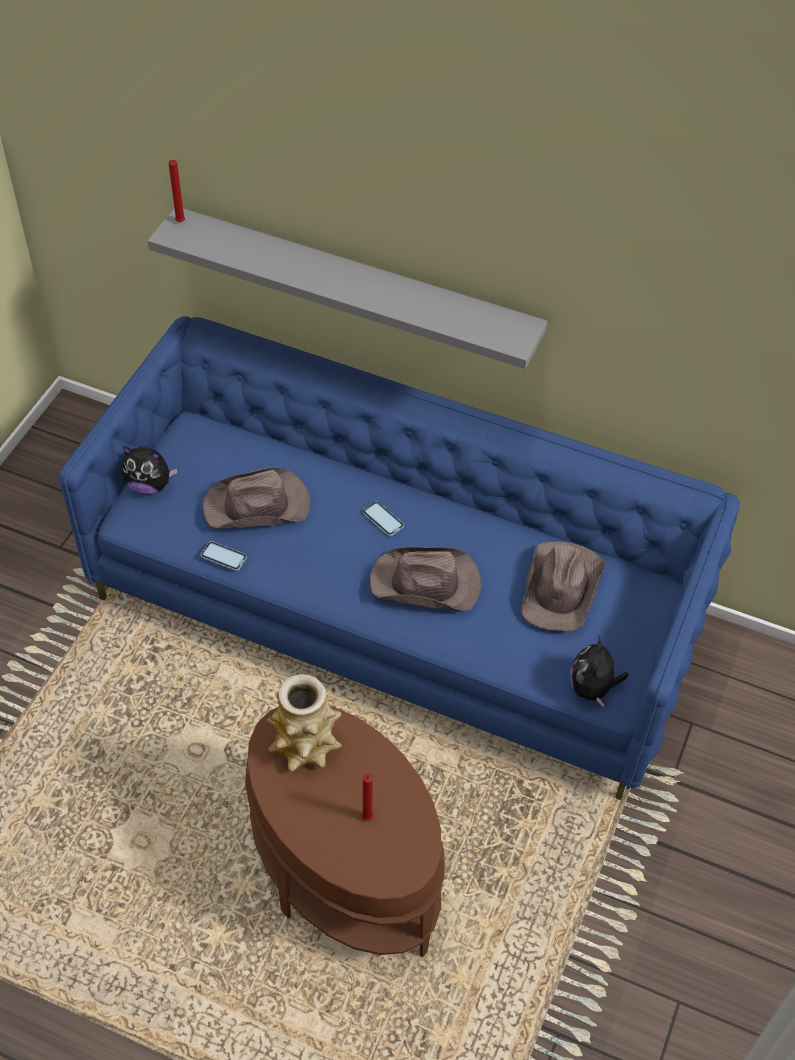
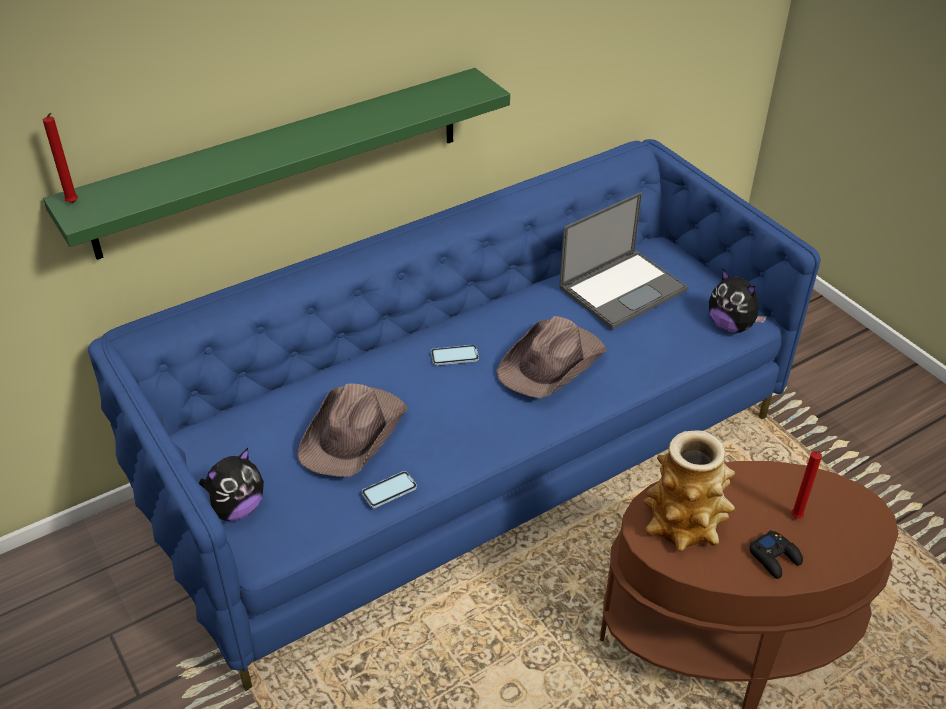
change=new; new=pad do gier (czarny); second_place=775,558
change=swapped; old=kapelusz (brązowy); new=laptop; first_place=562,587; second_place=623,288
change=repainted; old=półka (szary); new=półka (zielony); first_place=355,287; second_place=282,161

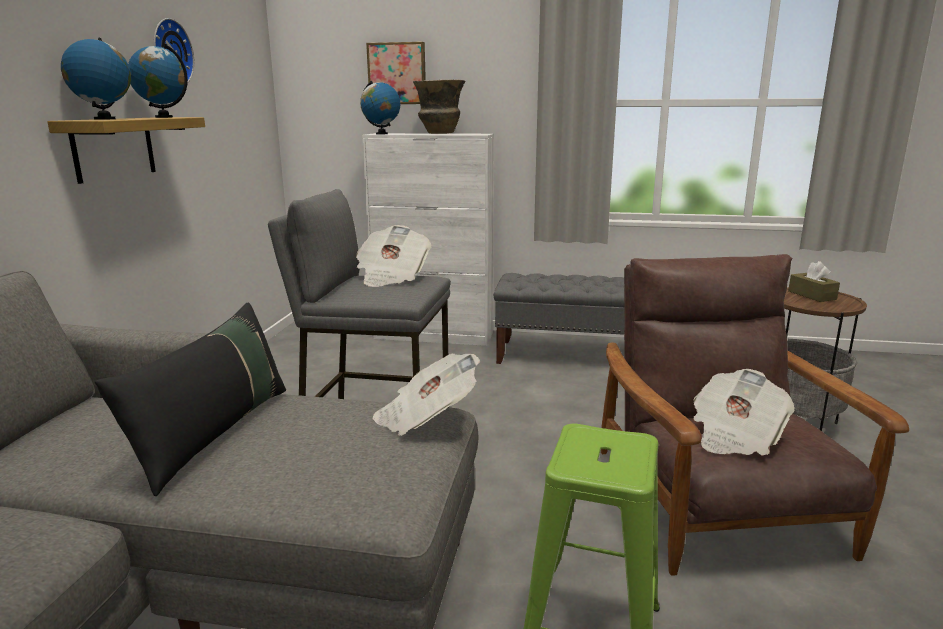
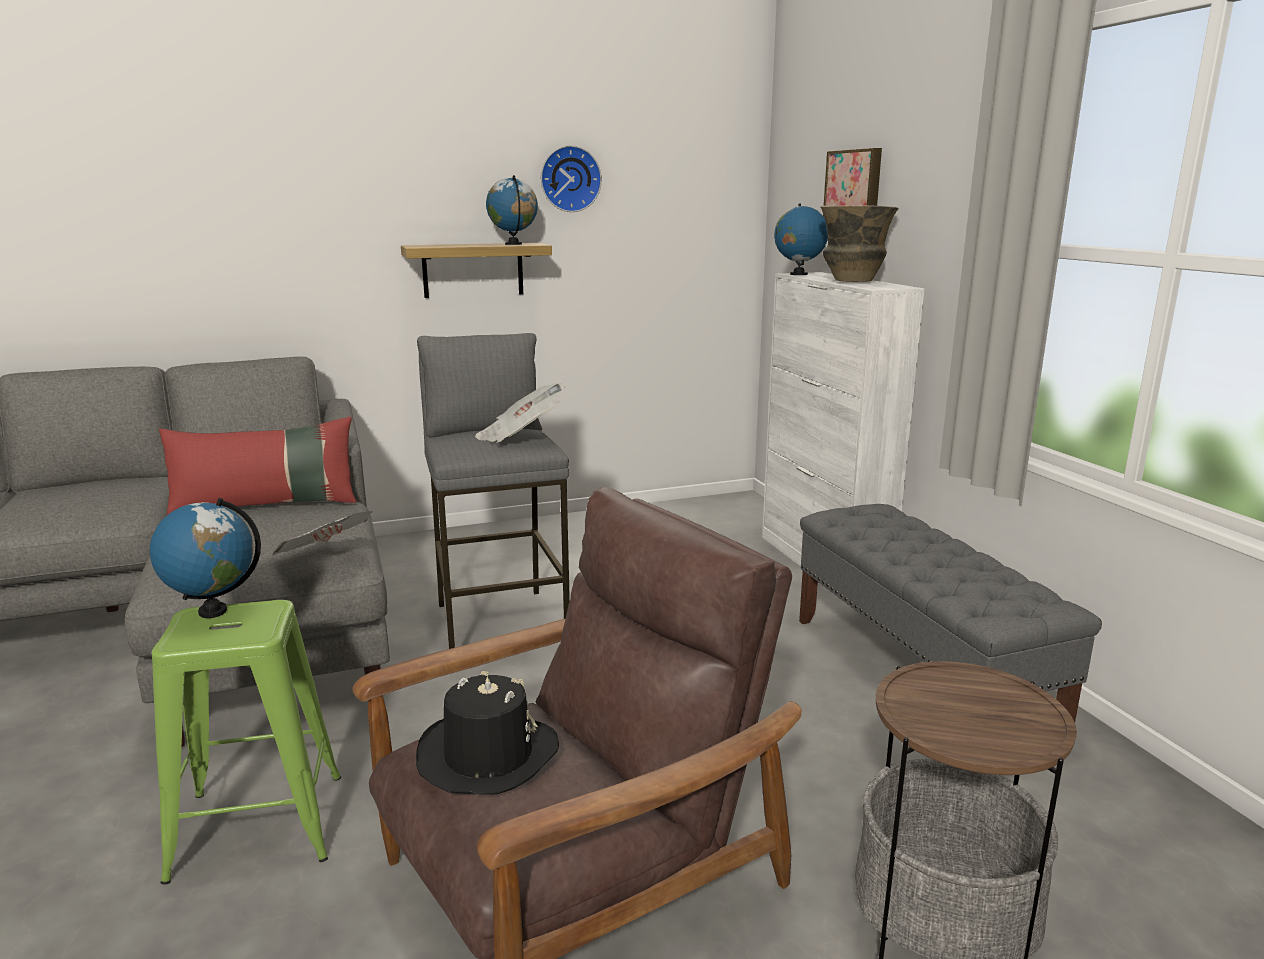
change=gone; old=pudełko chusteczek (brązowy); first_place=812,295
change=shifted; old=globus; first_place=104,119; second_place=213,611
change=swapped; old=gazeta; new=kapelusz (czarny); first_place=735,436; second_place=487,755
change=repainted; old=poduszka (czarny); new=poduszka (czerwony); first_place=215,433; second_place=267,506

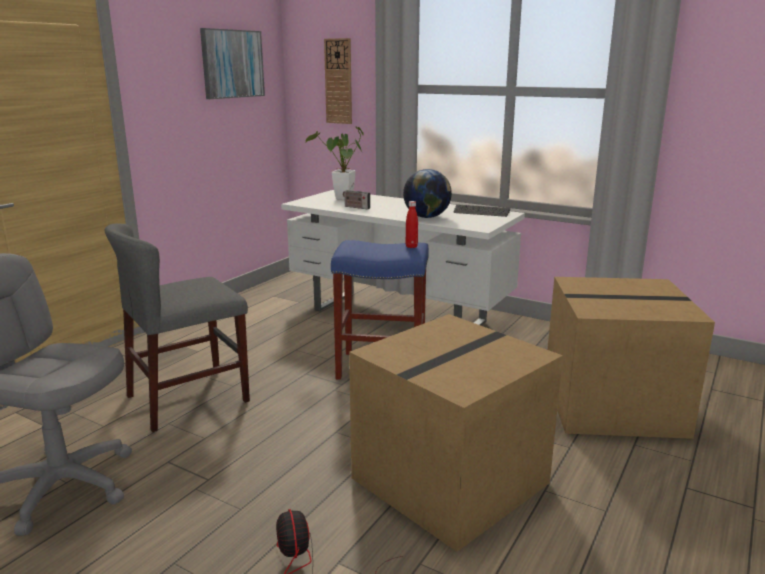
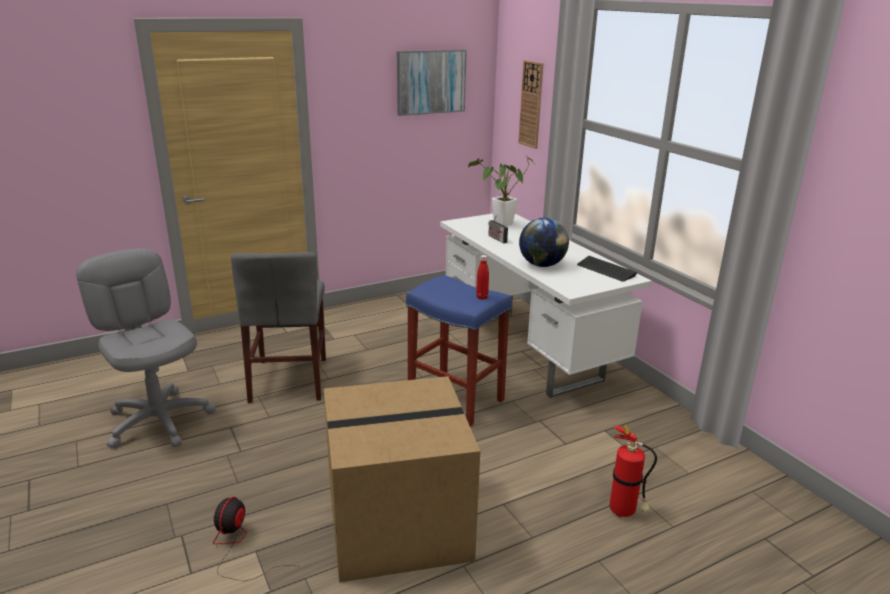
change=swapped; old=karton; new=gaśnica; first_place=611,405; second_place=625,513
change=rotated; old=krzesło (szary); first_place=188,398; second_place=289,379; degrees=-90

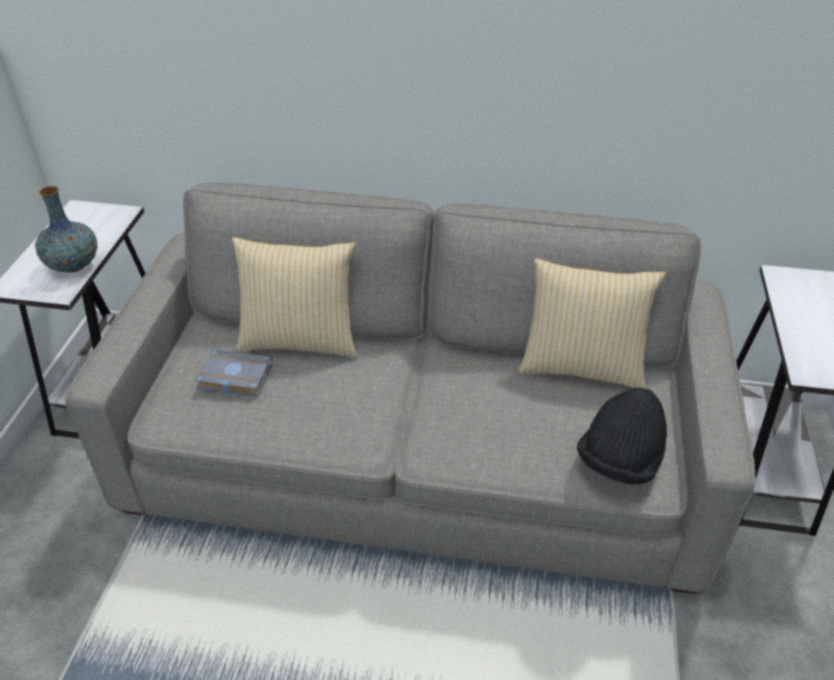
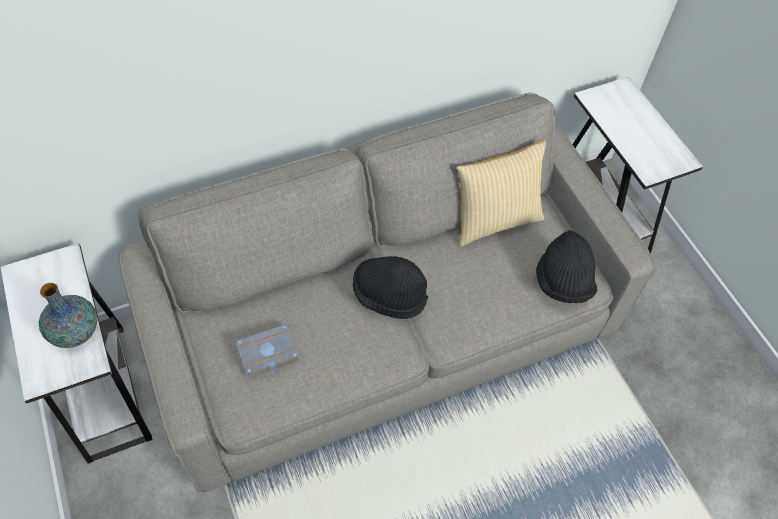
change=gone; old=poduszka; first_place=300,340
change=new; new=kapelusz (czarny); second_place=389,295

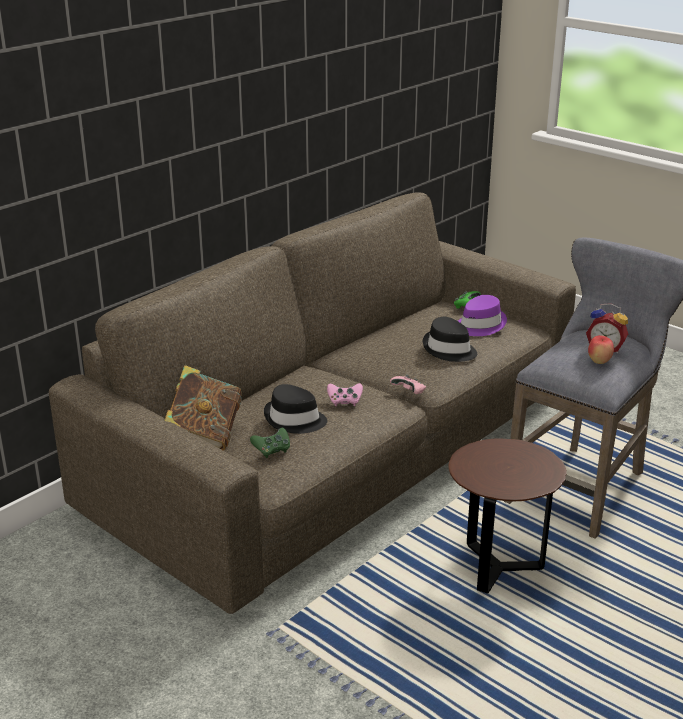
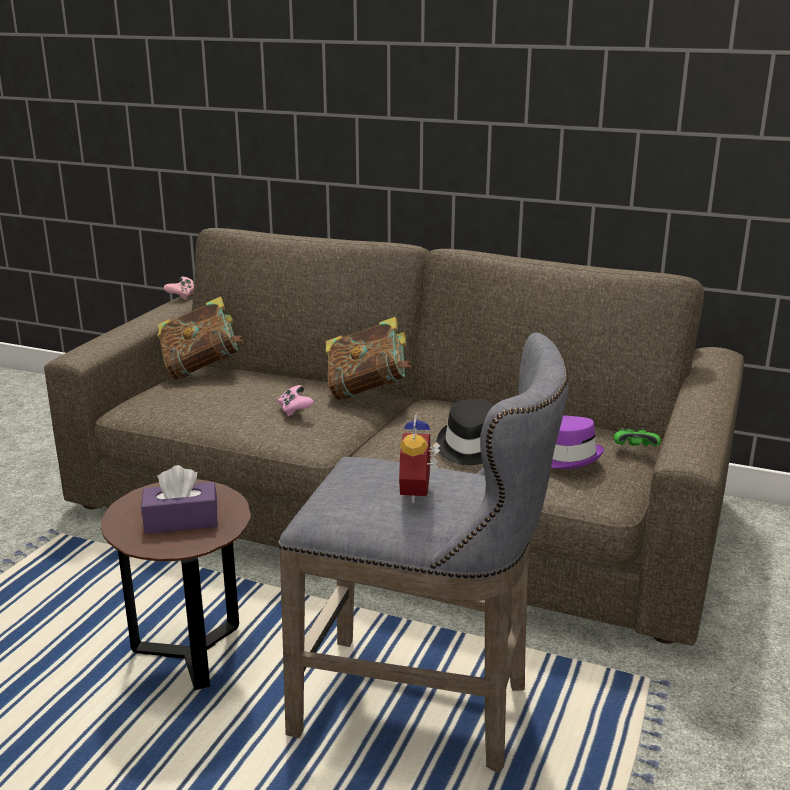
change=gone; old=pad do gier (zielony); first_place=272,450
change=gone; old=kapelusz (czarny); first_place=294,420
change=gone; old=jabłko; first_place=599,362
change=new; new=pudełko chusteczek (fioletowy); second_place=181,521
change=new; new=książka; second_place=367,391
change=shifted; old=pad do gier (różowy); first_place=409,392; second_place=183,296

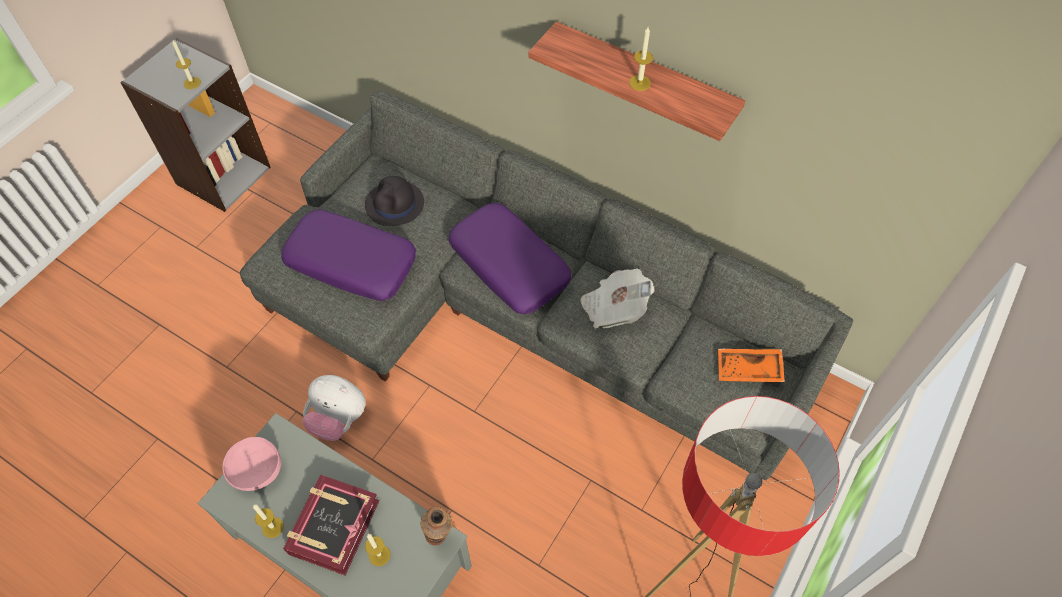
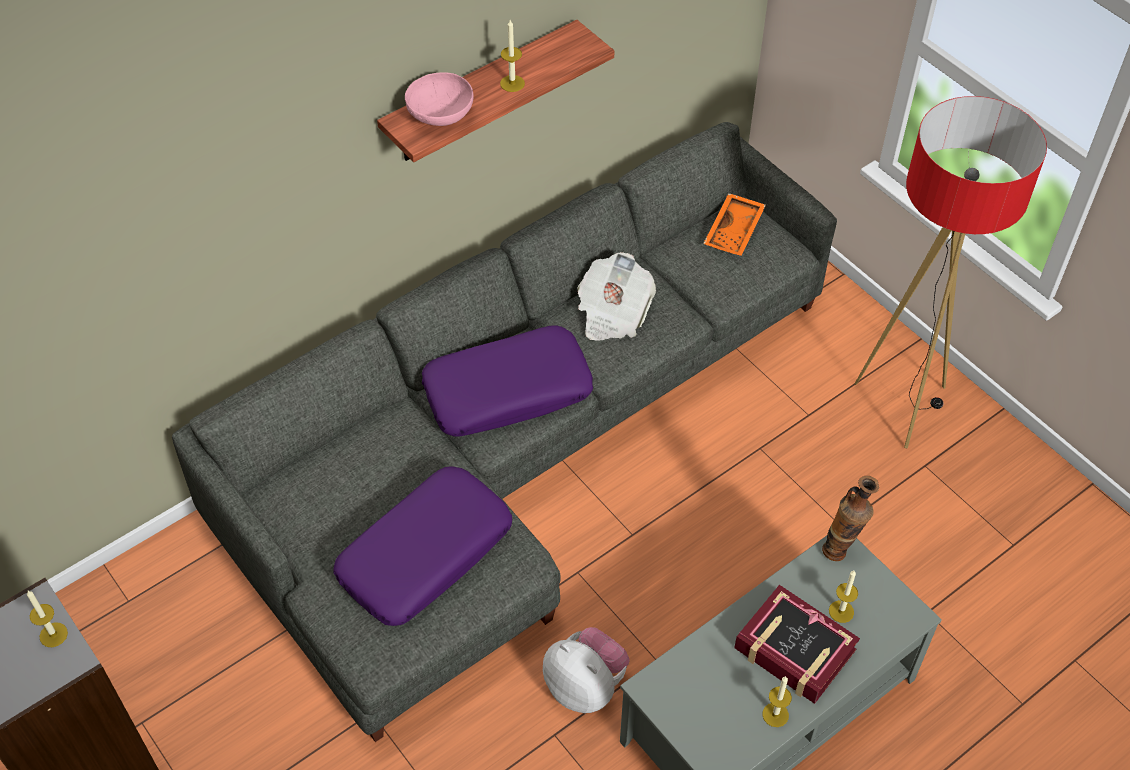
change=gone; old=kapelusz (czarny); first_place=395,204
change=shifted; old=miska (różowy); first_place=256,471; second_place=441,116
change=rotated; old=pluszak; first_place=338,419; second_place=585,686; degrees=-90

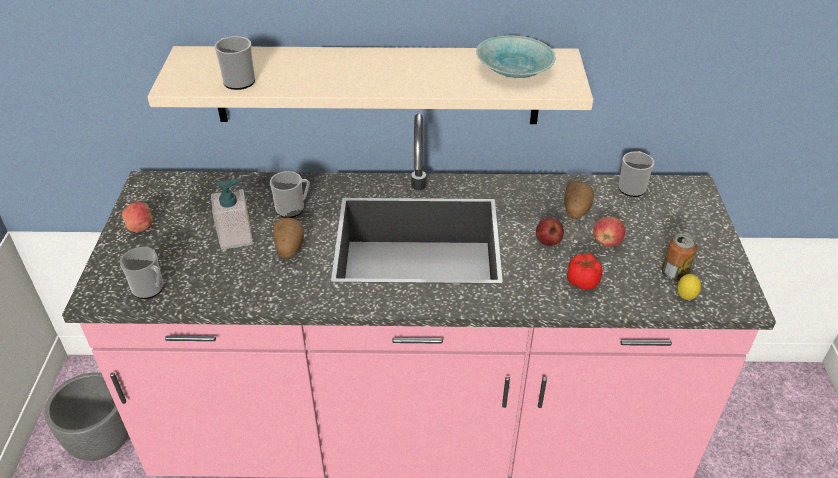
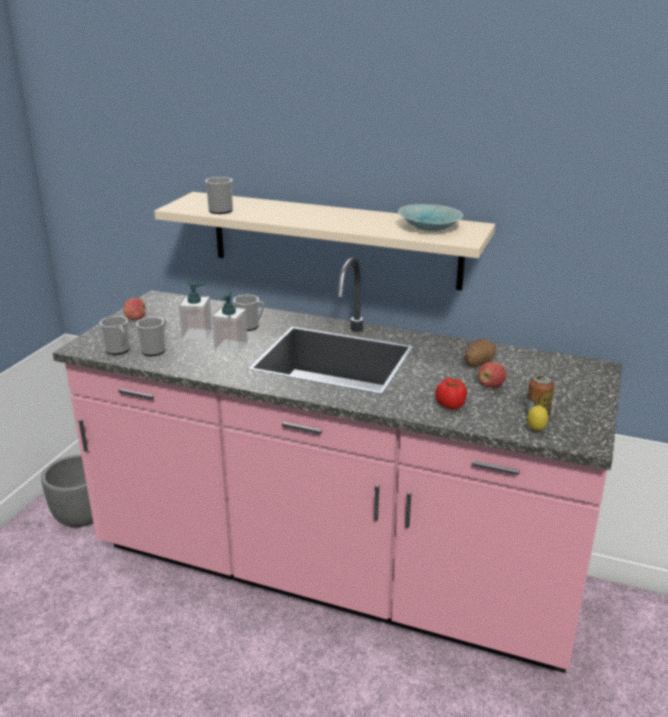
change=gone; old=jabłko; first_place=548,242
change=shifted; old=kubek; first_place=632,186; second_place=155,349
change=swapped; old=ziemniak; new=dozownik mydła; first_place=289,248; second_place=231,346

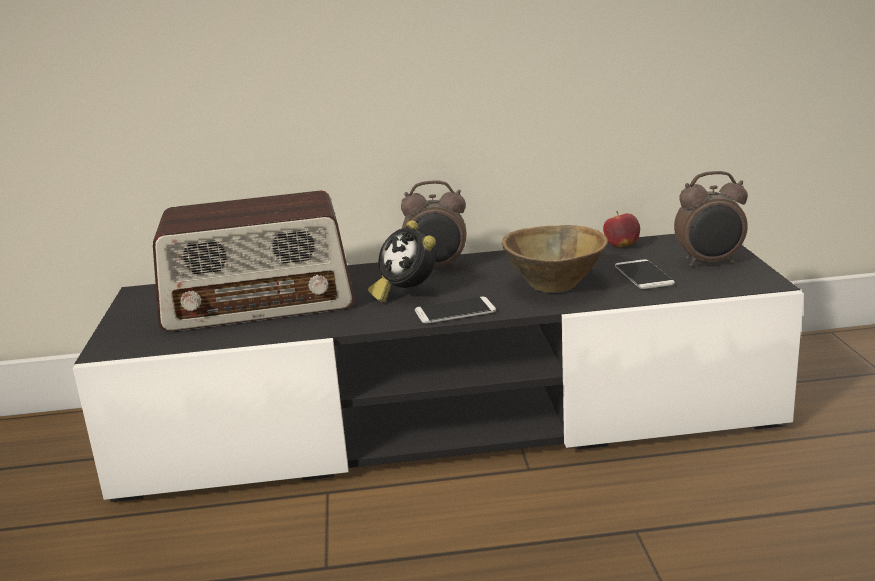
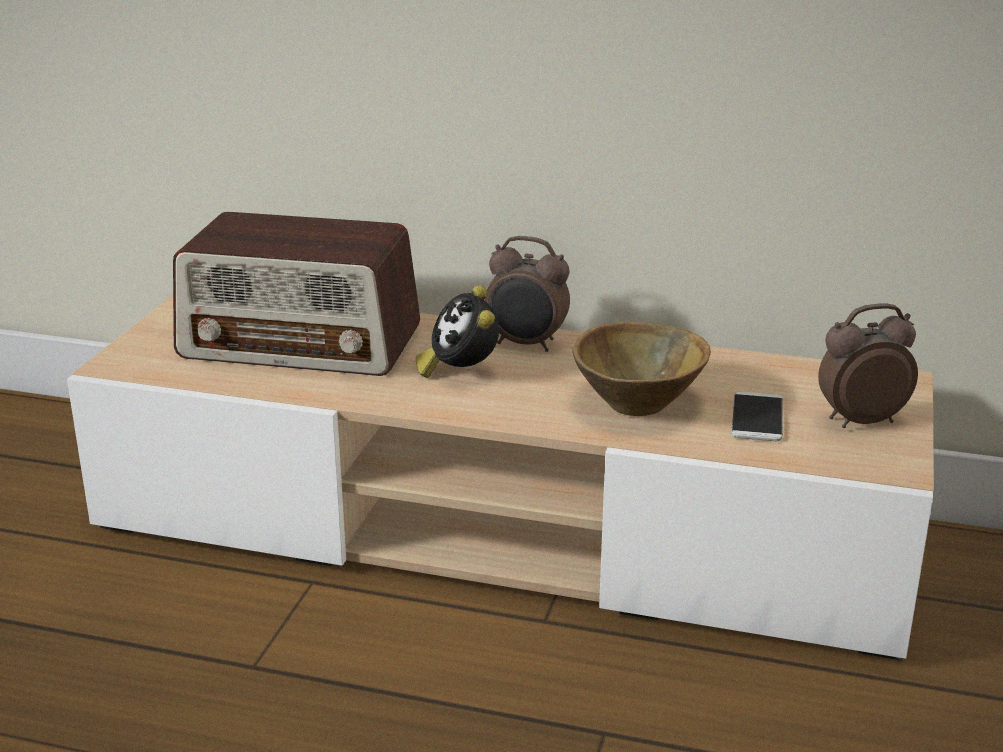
change=gone; old=telefon; first_place=455,311
change=gone; old=jabłko; first_place=621,246
change=repainted; old=szafka pod telewizor (czarny); new=szafka pod telewizor (beżowy); first_place=446,418; second_place=501,530
change=rotated; old=budzik; first_place=710,263; second_place=859,420; degrees=150

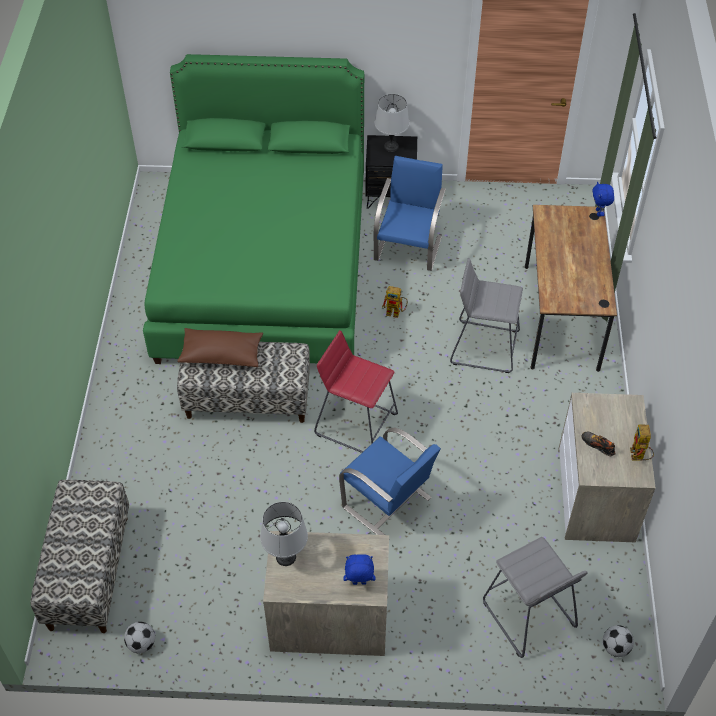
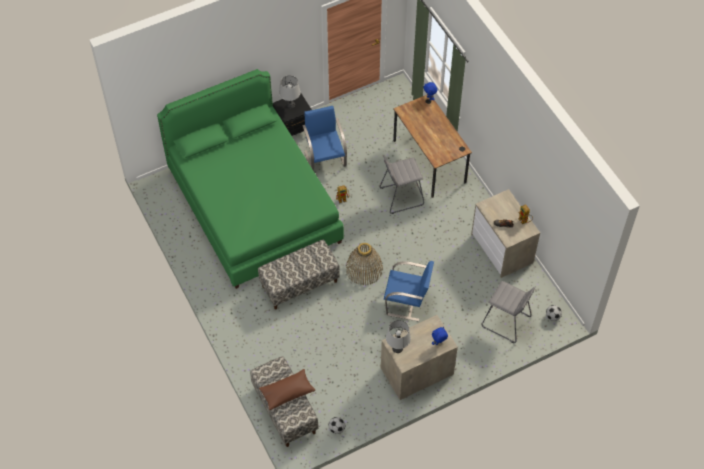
change=shifted; old=poduszka (brązowy); first_place=221,354; second_place=287,392
change=swapped; old=stołek (czerwony); new=koszyk; first_place=356,423; second_place=364,269

